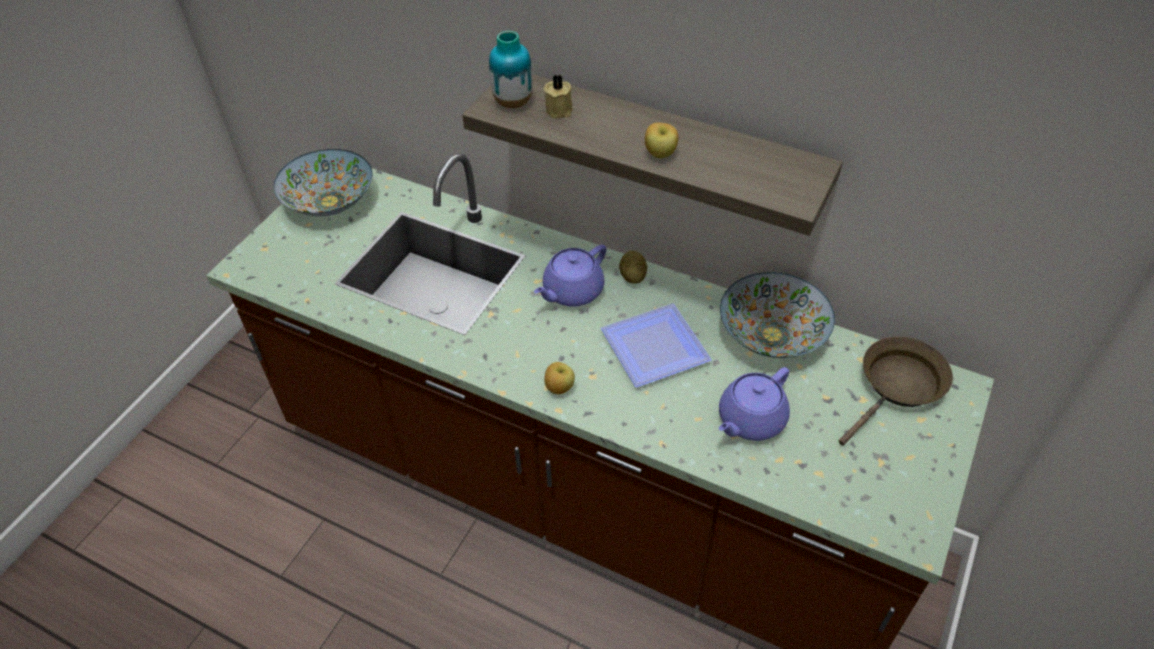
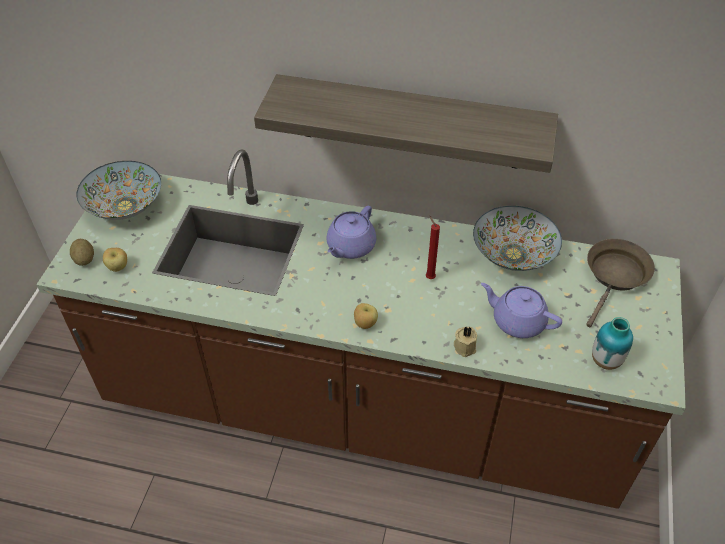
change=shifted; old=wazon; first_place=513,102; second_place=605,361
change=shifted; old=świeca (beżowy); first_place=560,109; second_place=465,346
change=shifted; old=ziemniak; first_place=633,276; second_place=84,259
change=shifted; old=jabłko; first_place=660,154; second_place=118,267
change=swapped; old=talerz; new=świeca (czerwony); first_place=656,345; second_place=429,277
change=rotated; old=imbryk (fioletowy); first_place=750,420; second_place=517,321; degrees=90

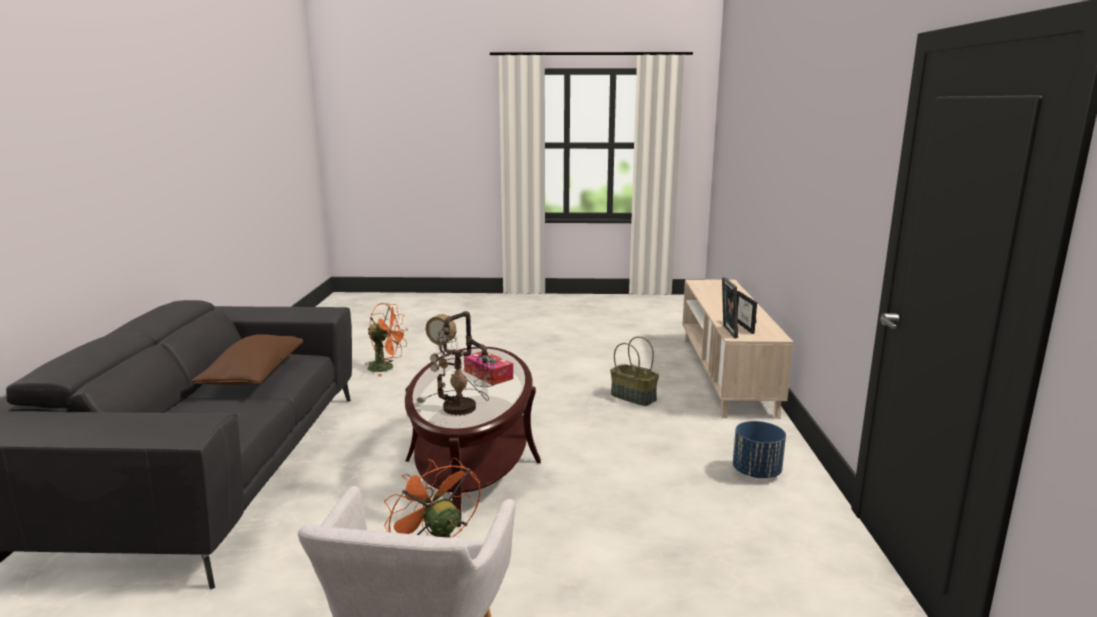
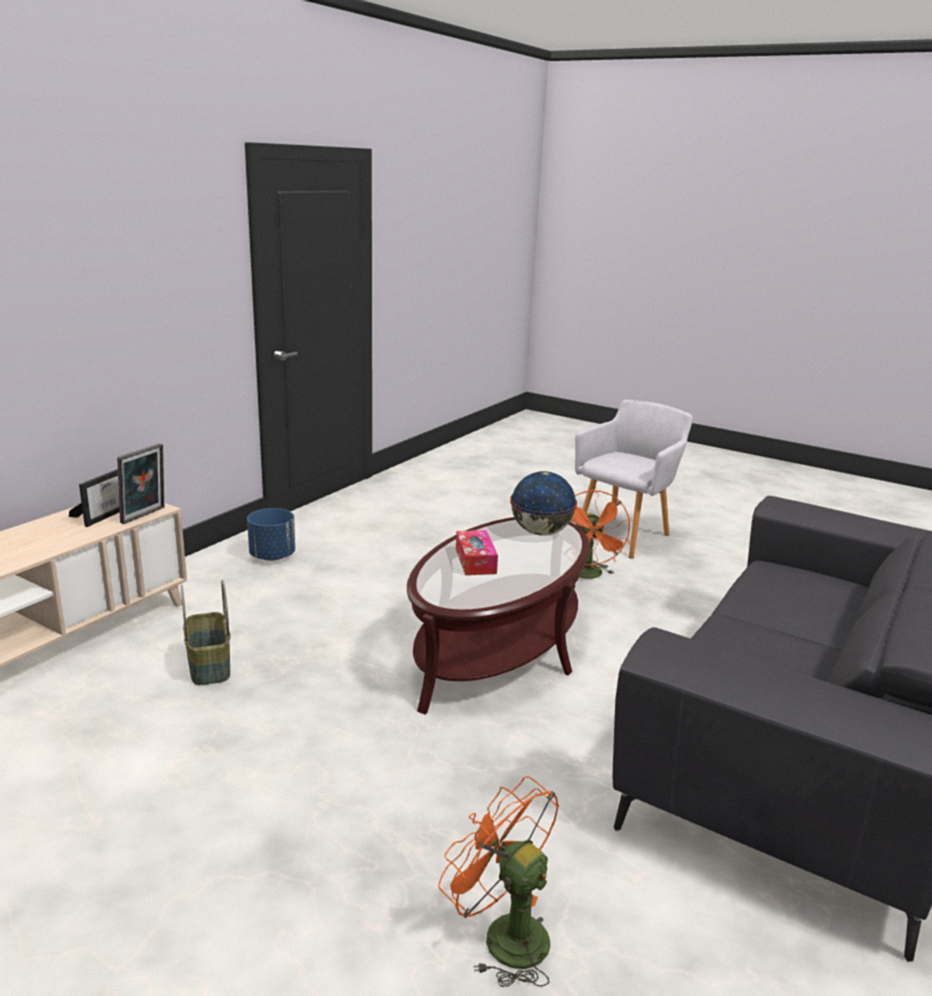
change=gone; old=poduszka (brązowy); first_place=254,376
change=swapped; old=lampa stołowa; new=globus; first_place=460,409; second_place=540,532

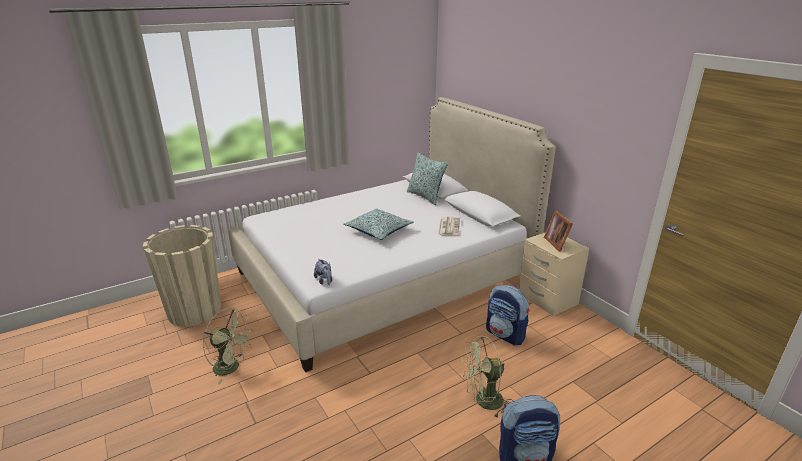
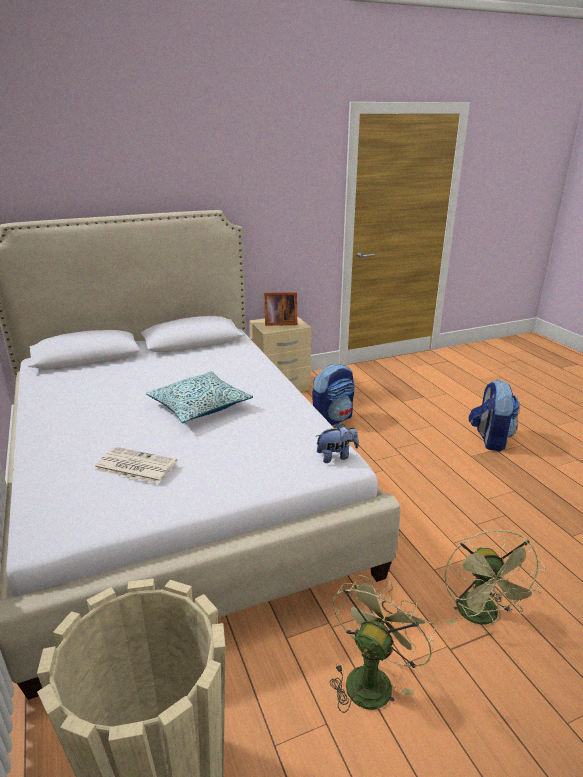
change=gone; old=poduszka; first_place=425,196
change=shifted; old=gazeta; first_place=449,226; second_place=134,466
change=shifted; old=wentylator (zielony); first_place=483,402; second_place=482,616

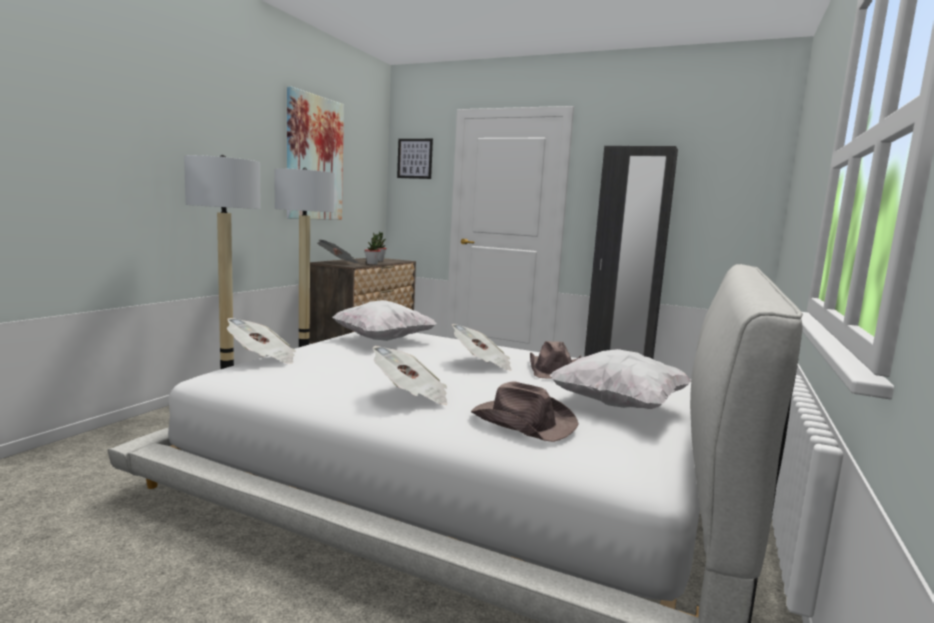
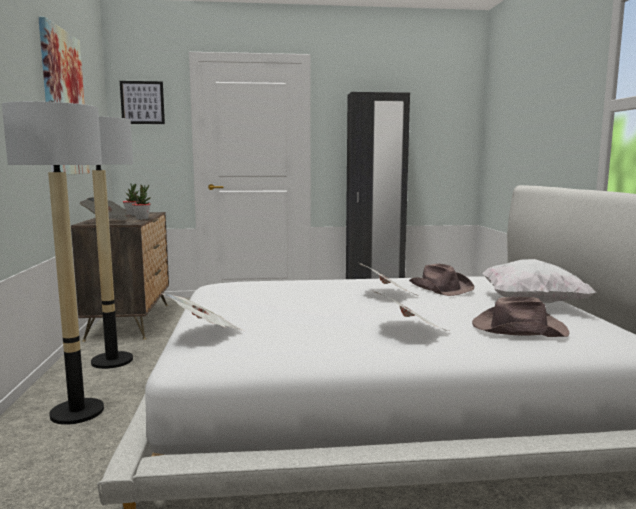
change=gone; old=poduszka (biały); first_place=382,340

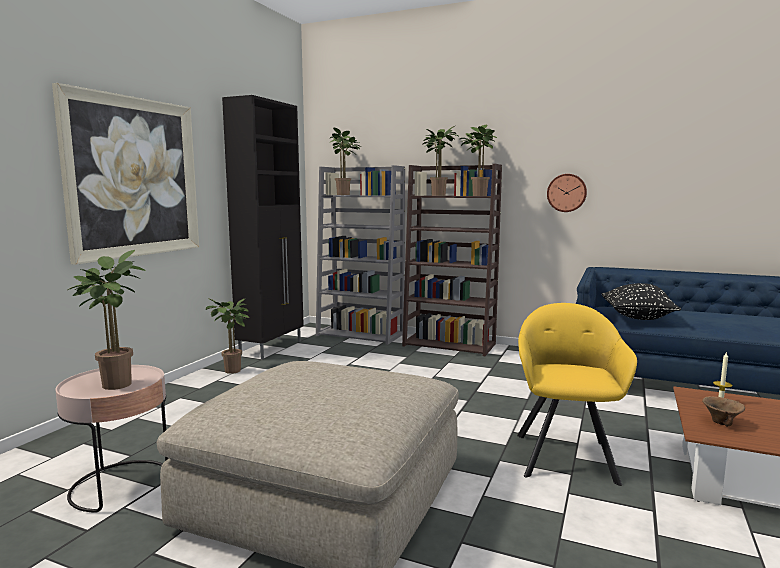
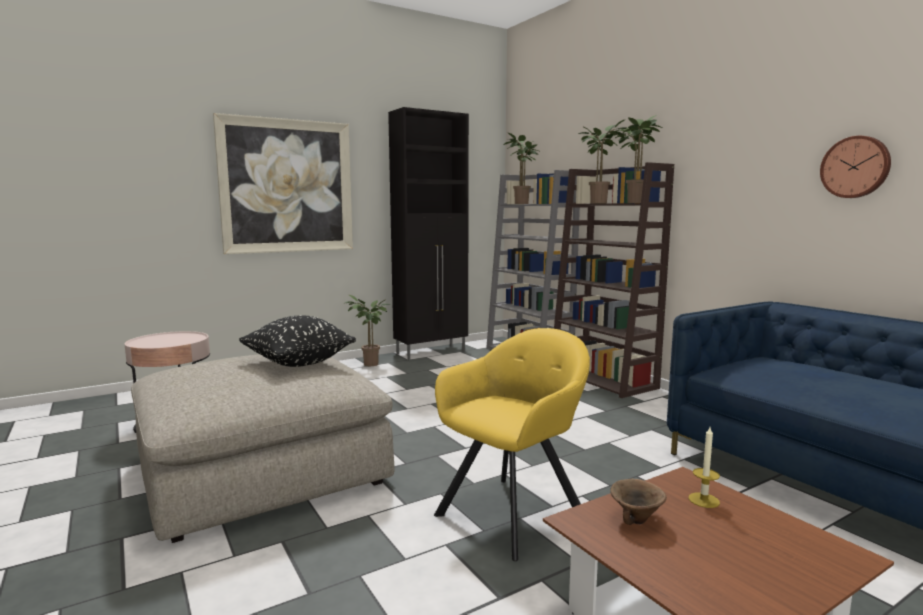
change=gone; old=roślina doniczkowa; first_place=115,383
change=shifted; old=zegar ścienny; first_place=566,193; second_place=855,167
change=shifted; old=poduszka (czarny); first_place=637,318; second_place=298,363

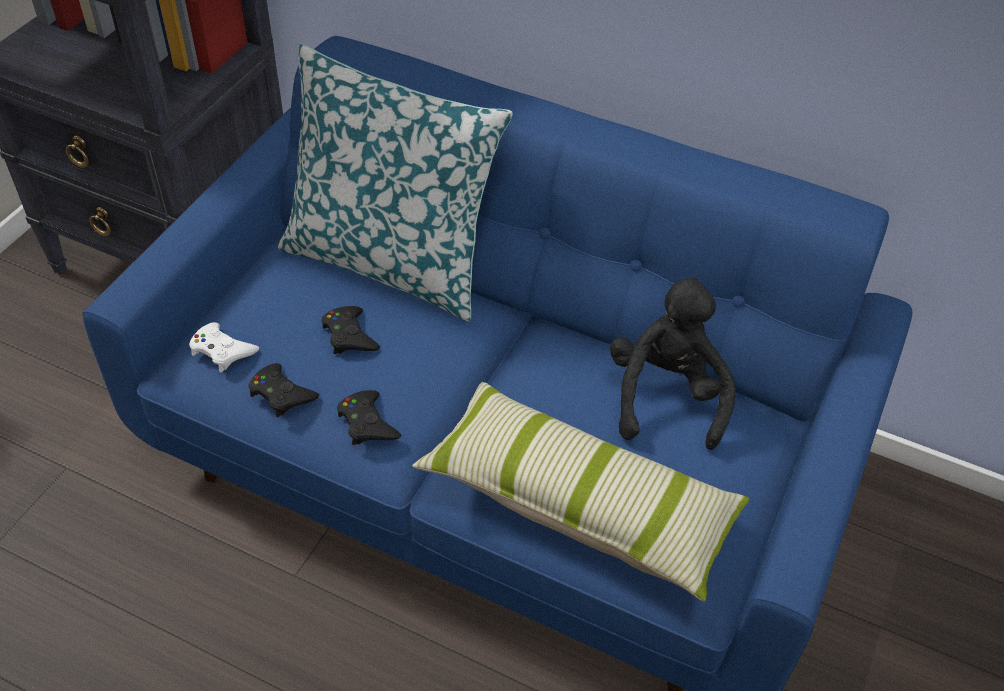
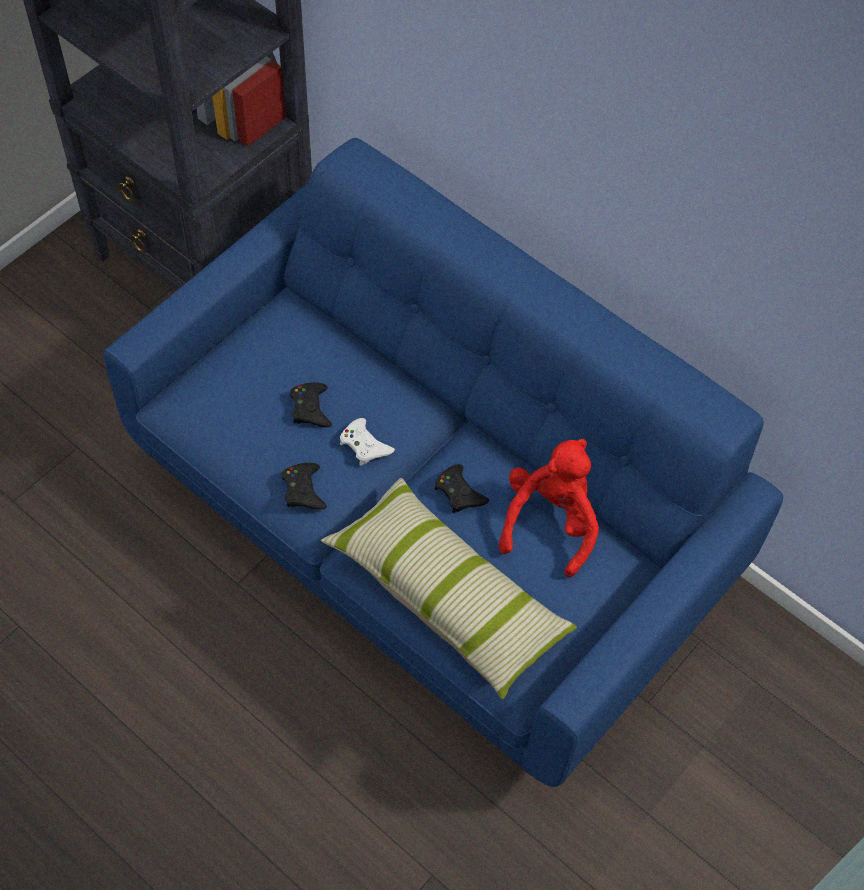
change=gone; old=poduszka; first_place=390,261
change=shifted; old=pad do gier (biały); first_place=222,351; second_place=364,445
change=shifted; old=pad do gier (czarny); first_place=281,394; second_place=459,492
change=repainted; old=pluszak (czarny); new=pluszak (czerwony); first_place=665,396; second_place=550,522

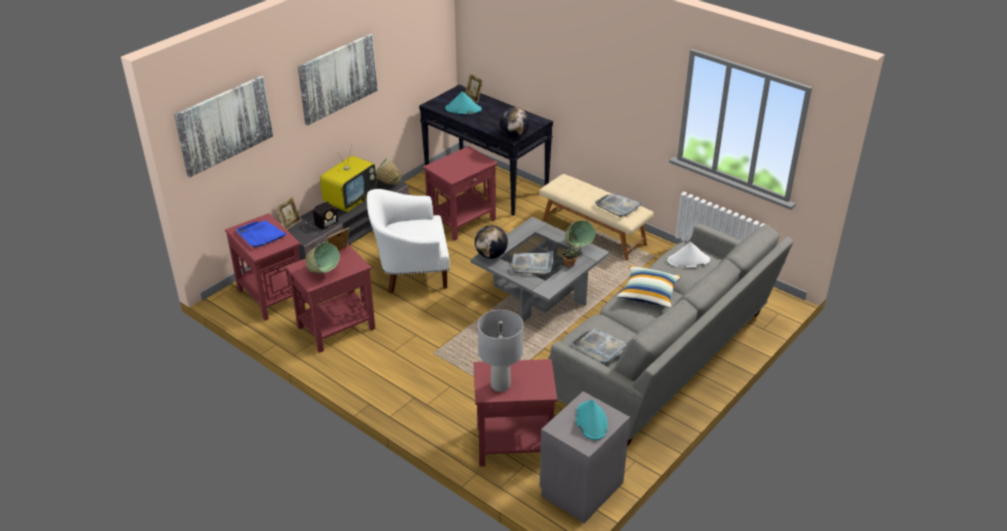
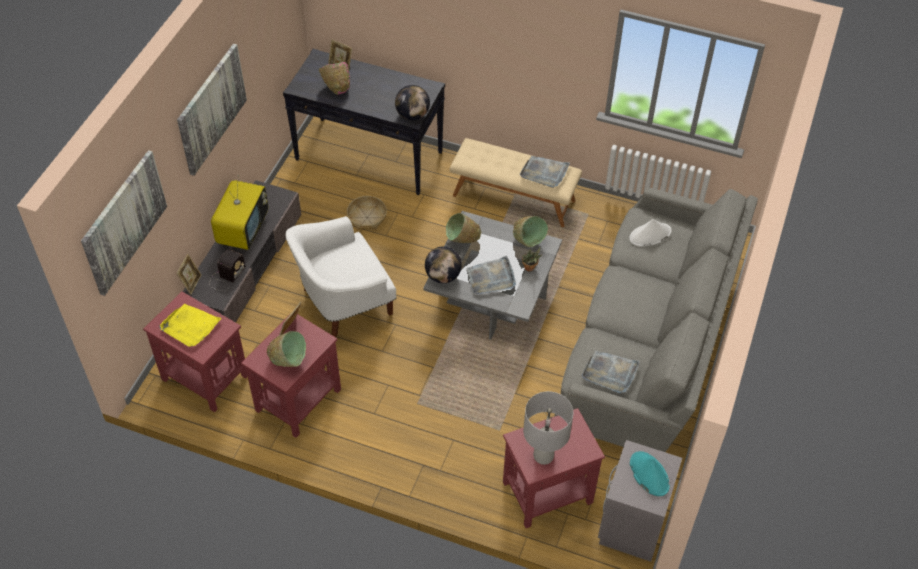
change=gone; old=poduszka; first_place=648,294
change=shifted; old=miska (zielony); first_place=387,184; second_place=462,241
change=swapped; old=stolik (czerwony); new=koszyk; first_place=462,221; second_place=367,217
change=swapped; old=kapelusz (turkusowy); new=miska (różowy); first_place=463,109; second_place=336,87
change=repainted; old=taca (niebieski); new=taca (żółty); first_place=261,235; second_place=190,326

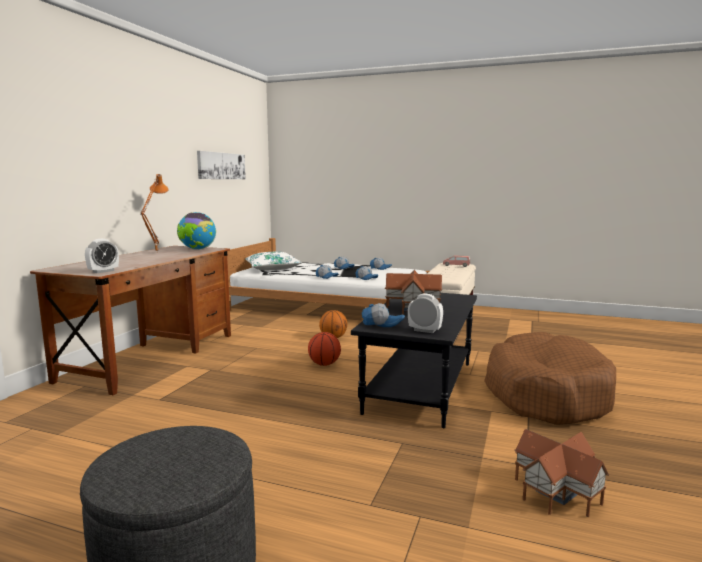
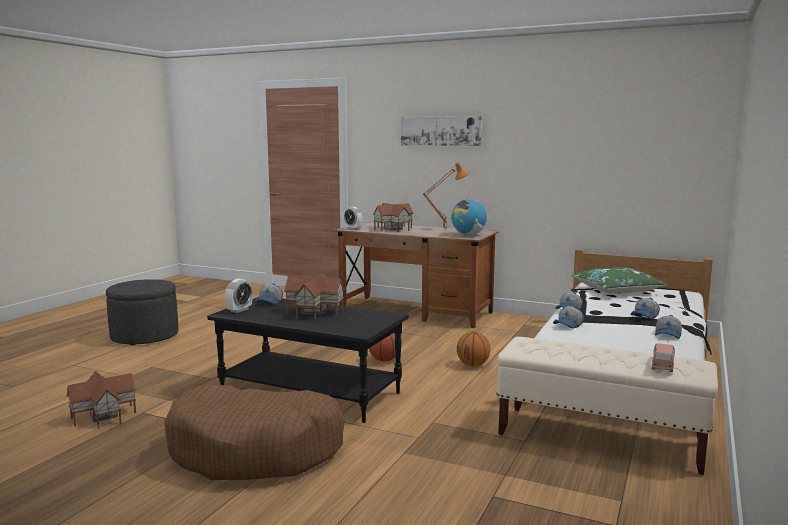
change=new; new=domek; second_place=393,229
change=shifted; old=obraz; first_place=221,166; second_place=441,131
change=repainted; old=poduszka (biały); new=poduszka (zielony); first_place=272,268; second_place=616,290

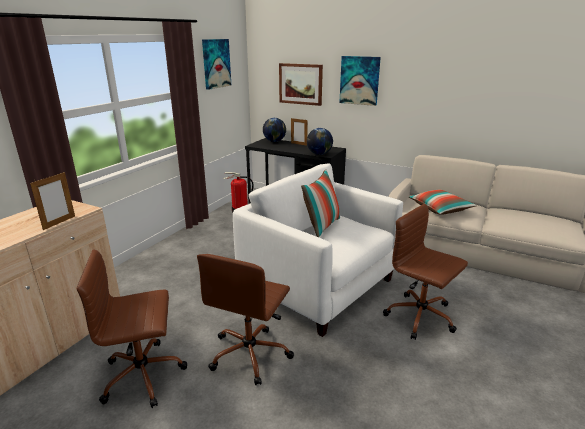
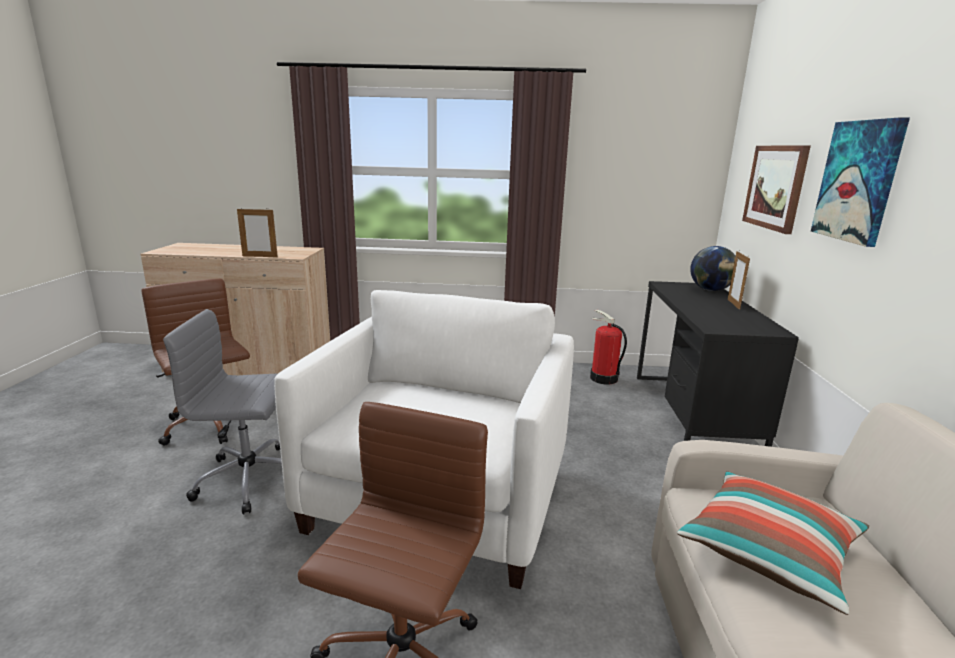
change=gone; old=obraz; first_place=216,63
change=gone; old=poduszka; first_place=321,226
change=gone; old=globus; first_place=319,154
change=repainted; old=krzesło biurowe (brązowy); new=krzesło biurowe (szary); first_place=250,354; second_place=251,479

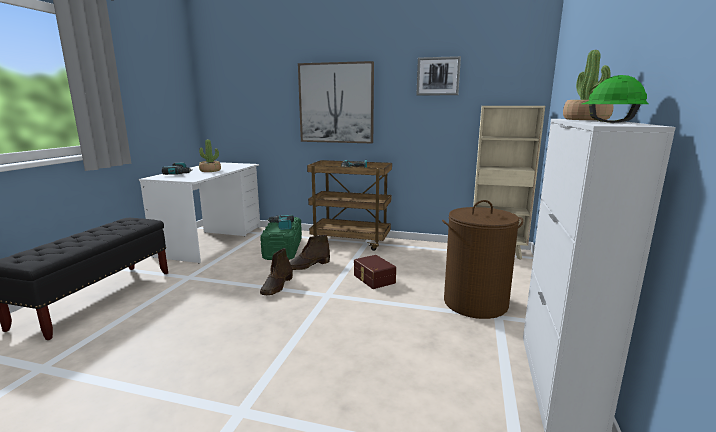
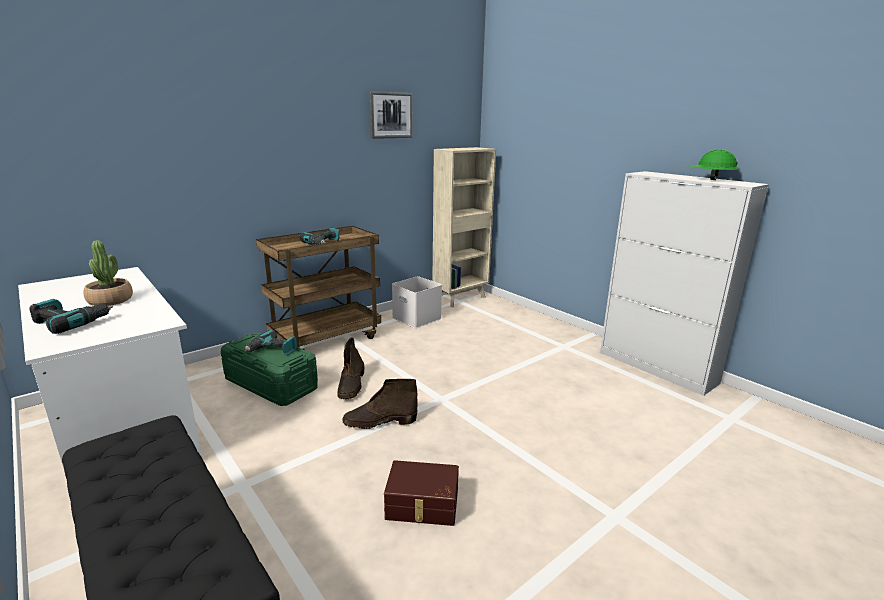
change=gone; old=obraz; first_place=336,103
change=gone; old=kosz na pranie (brązowy); first_place=475,303
change=gone; old=roślina doniczkowa; first_place=586,119
change=new; new=pojemnik do przechowywania (biały); second_place=418,318
change=shifted; old=pojemnik do przechowywania (brązowy); first_place=373,279; second_place=422,505
change=rotated; old=but z cholewką (brązowy); first_place=277,286; second_place=379,422; degrees=120

